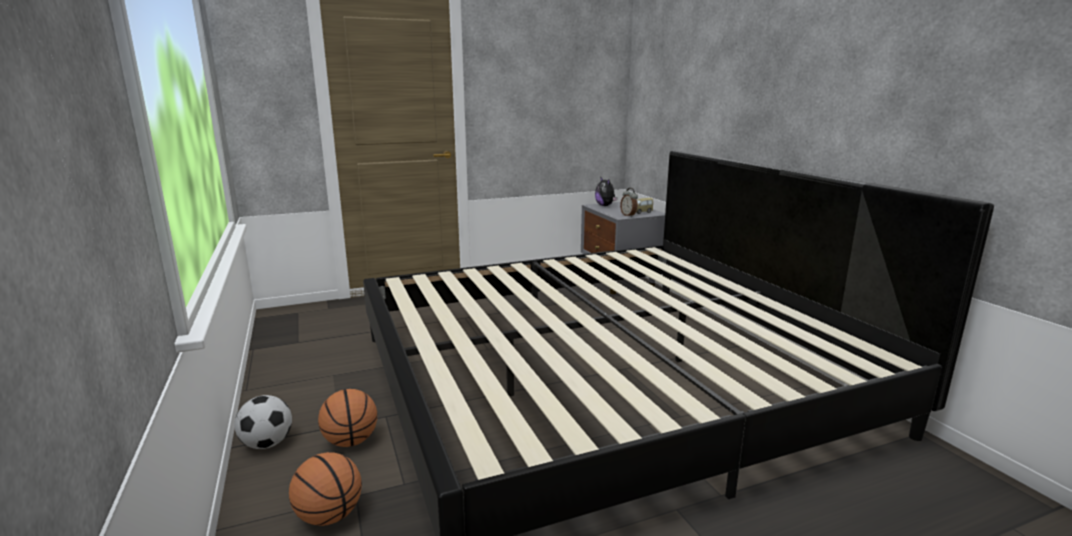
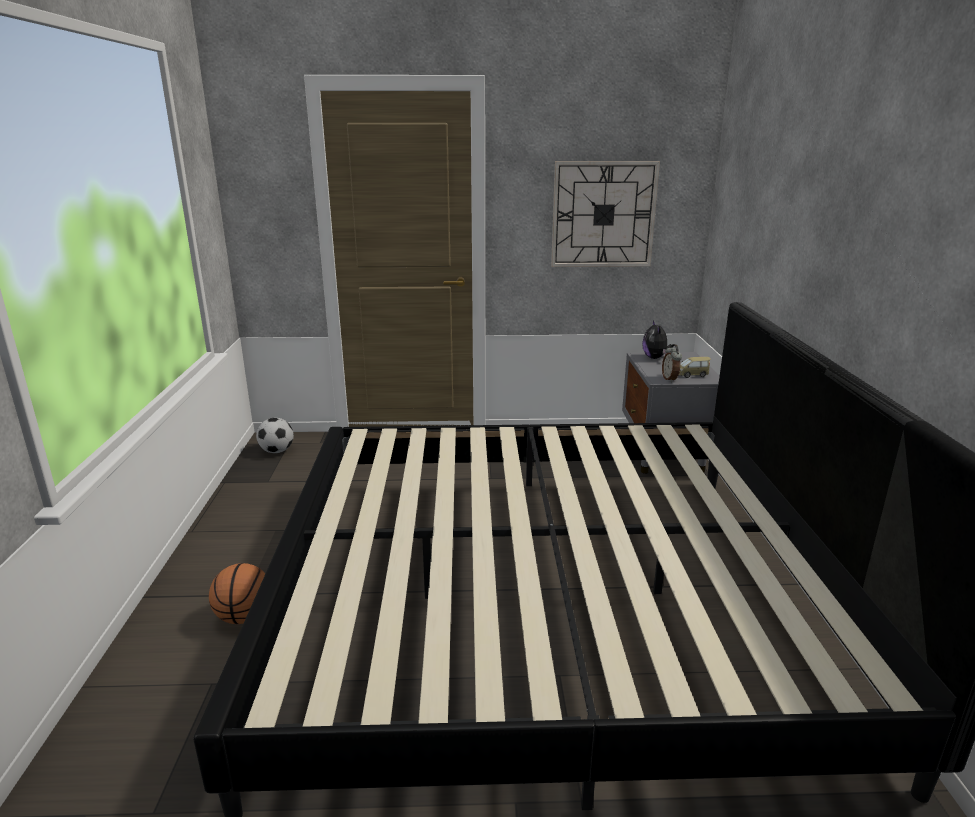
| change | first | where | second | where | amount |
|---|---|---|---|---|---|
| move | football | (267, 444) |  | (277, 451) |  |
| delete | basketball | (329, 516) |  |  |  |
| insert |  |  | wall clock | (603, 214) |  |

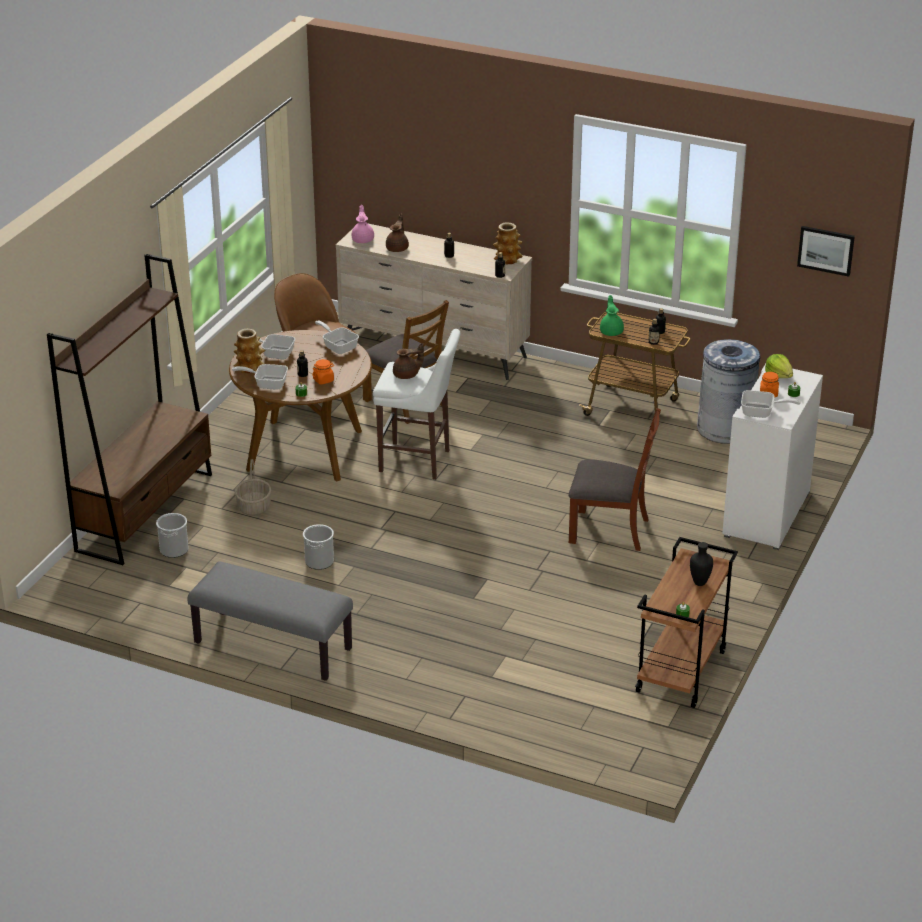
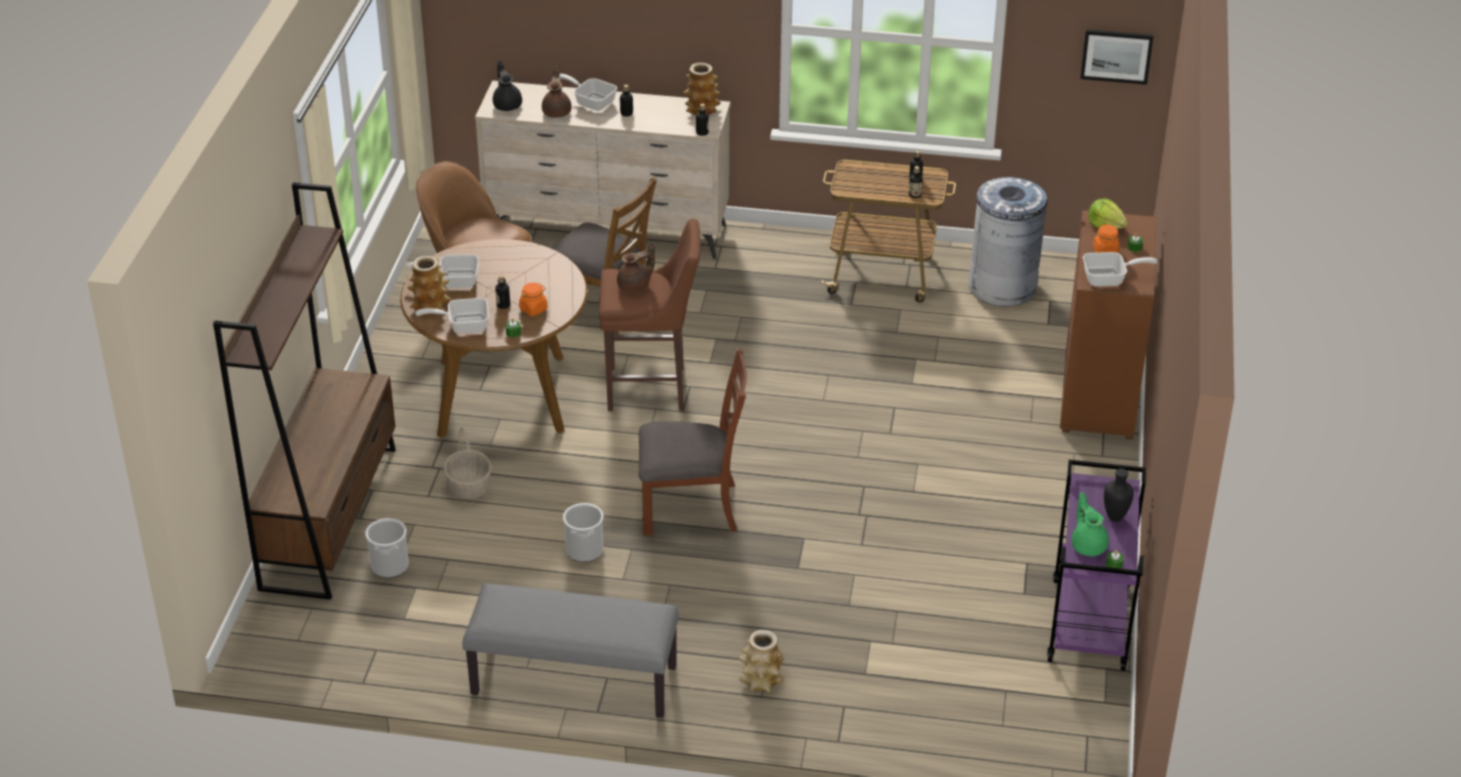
| change | first | where | second | where | amount |
|---|---|---|---|---|---|
| recolor | pink teapot | (363, 239) | black teapot | (507, 105) |  |
| move | green teapot | (611, 331) |  | (1088, 545) |  |
| move | frying pan | (338, 346) |  | (591, 102) |  |
| recolor | white stool | (418, 461) | brown stool | (651, 389) |  |
| recolor | white cabinet | (767, 514) | brown cabinet | (1100, 394) |  |
| move | brown chair | (610, 530) |  | (691, 507) |  |
| recolor | brown cart | (681, 672) | purple cart | (1089, 625) |  |
| insert |  |  | vase | (761, 681) |  |

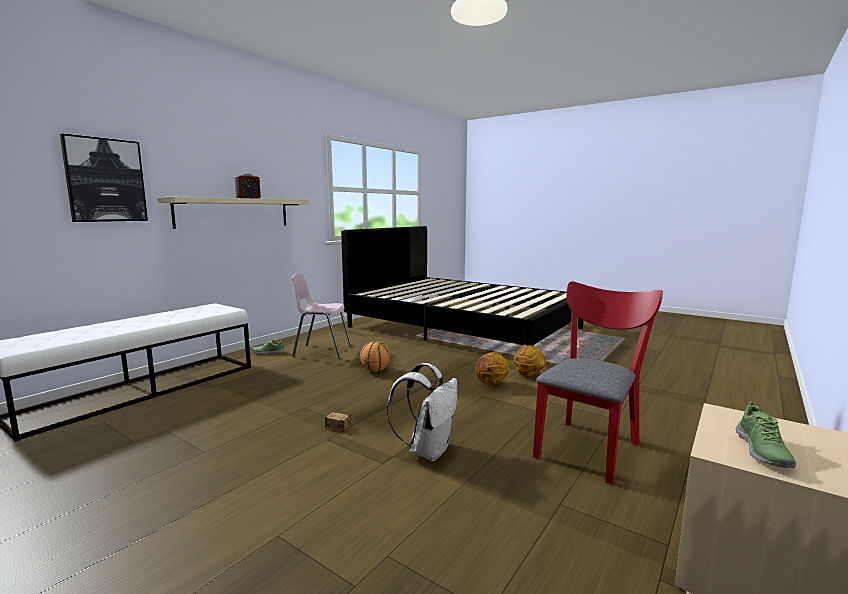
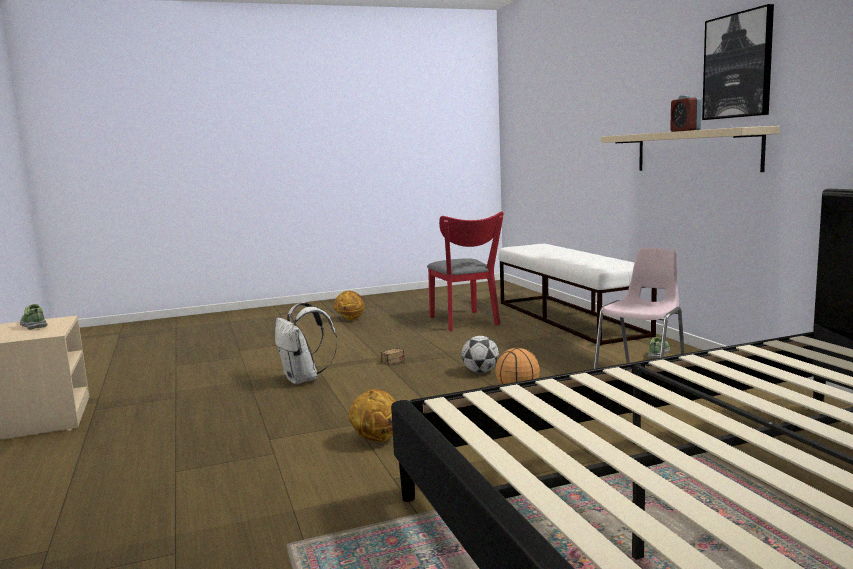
| change | first | where | second | where | amount |
|---|---|---|---|---|---|
| move | picture | (105, 180) |  | (738, 66) |  |
| move | red chair | (589, 446) |  | (465, 322) |  |
| move | basketball | (528, 375) |  | (350, 319) |  |
| insert |  |  | football | (480, 372) |  |

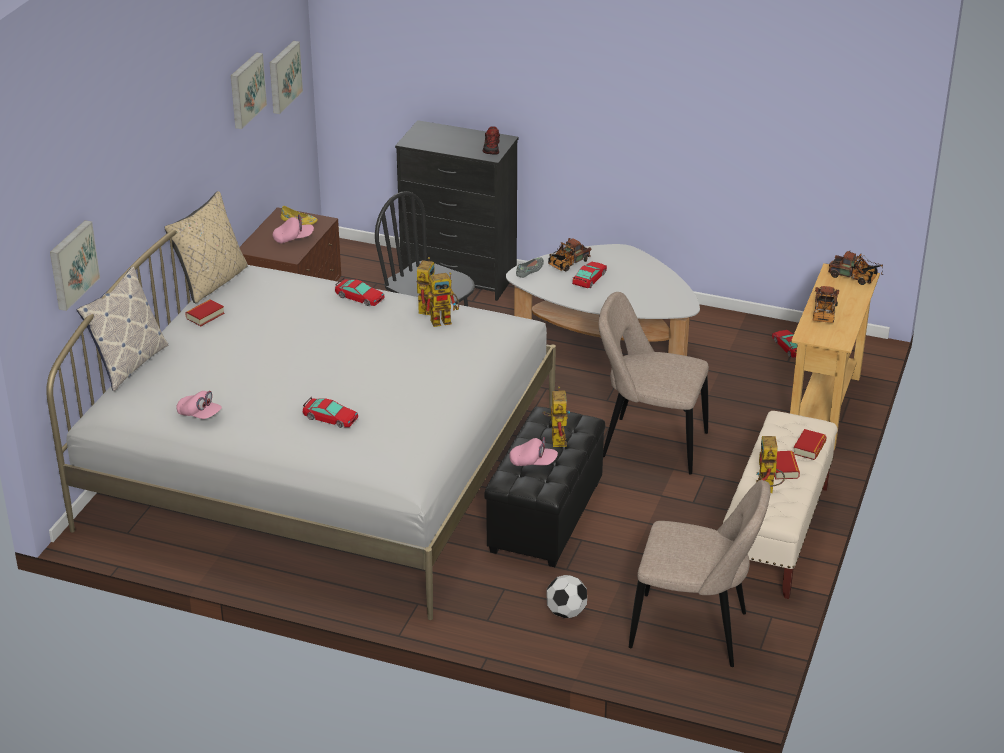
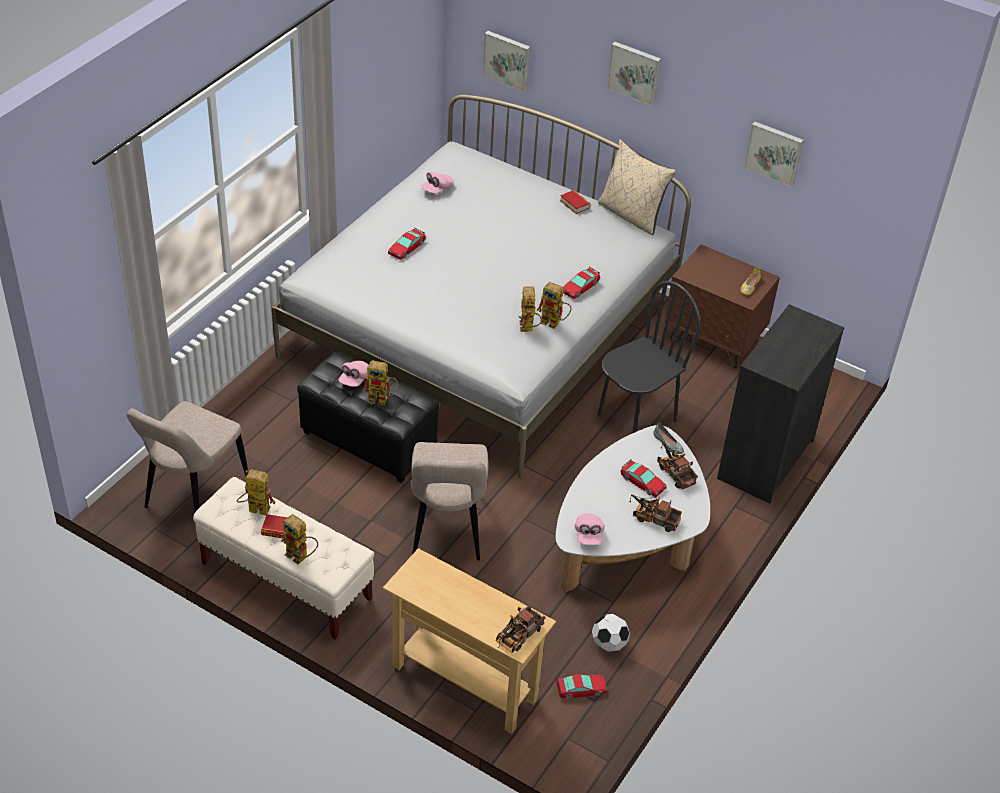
| change | first | where | second | where | amount |
|---|---|---|---|---|---|
| move | picture | (283, 76) |  | (635, 72) |  |
| delete | shoe | (492, 148) |  |  |  |
| move | pink cap | (293, 238) |  | (588, 535) |  |
| delete | pillow | (129, 364) |  |  |  |
| move | toy truck | (823, 315) |  | (653, 518) |  |
| rotate | beige chair | (649, 444) |  | (446, 531) | 150 degrees clockwise |
| replace | book | (809, 448) | toy robot | (301, 557) |  |
| move | football | (566, 612) |  | (609, 644) |  |

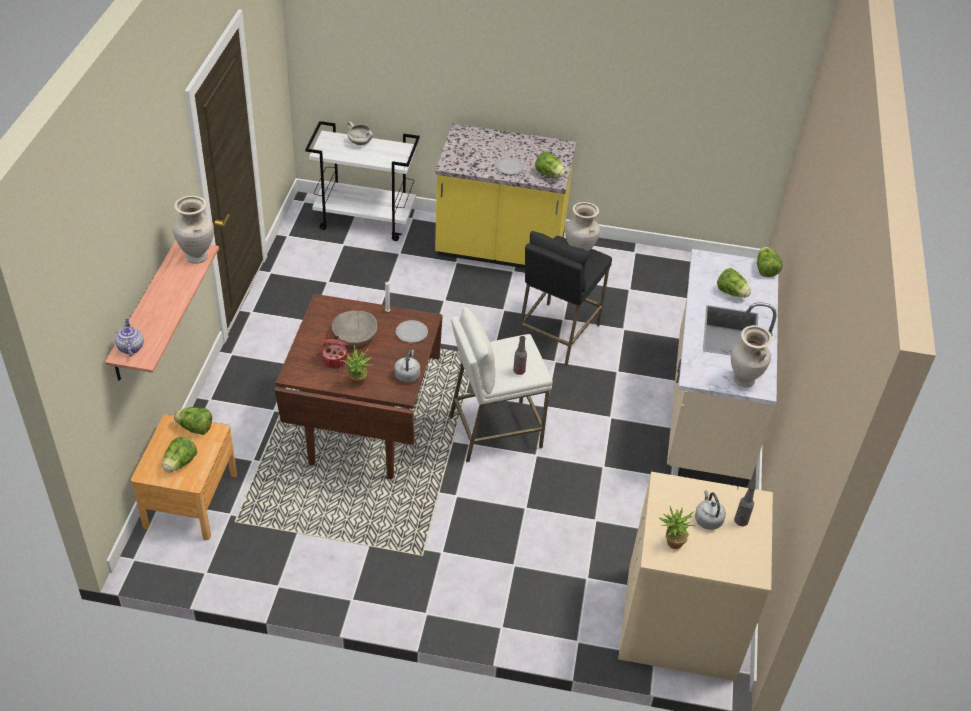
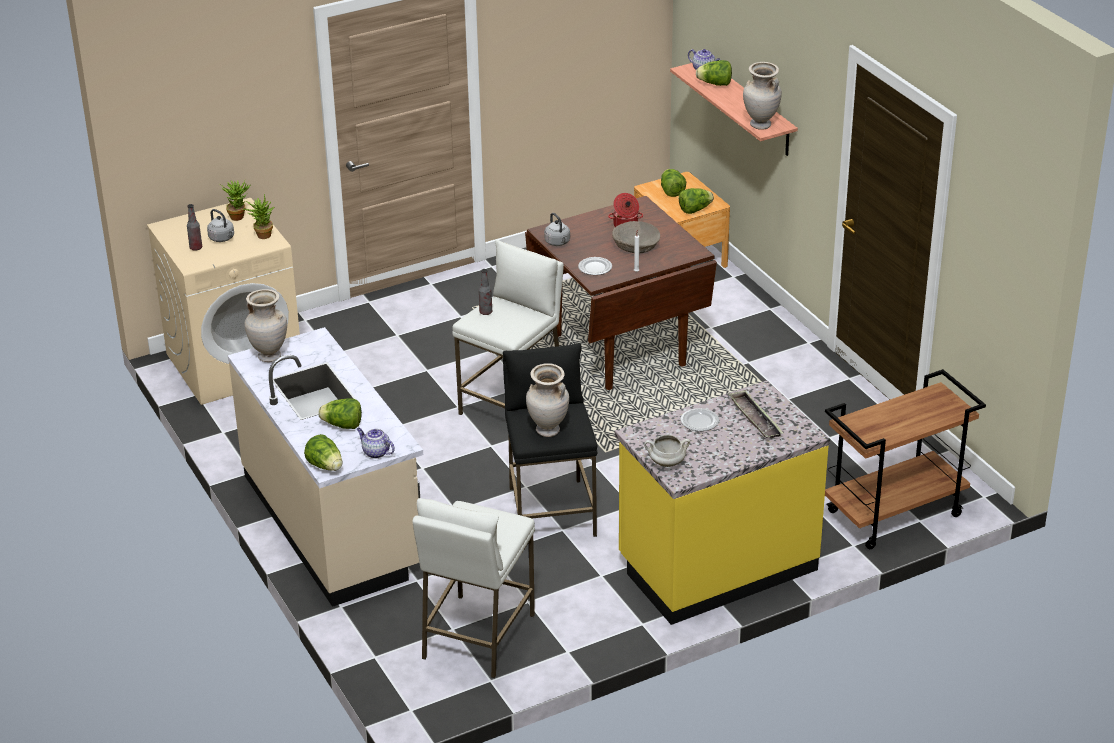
| change | first | where | second | where | amount |
|---|---|---|---|---|---|
| recolor | white cart | (366, 220) | brown cart | (894, 515) |  |
| move | white cooking pot | (361, 142) |  | (666, 463) |  |
| move | lettuce | (549, 174) |  | (715, 84) |  |
| move | potted plant | (358, 383) |  | (261, 234) |  |
| insert |  |  | tray | (755, 419) |  |
| insert |  |  | teapot | (375, 452) |  |
| insert |  |  | white stool | (477, 637) |  |

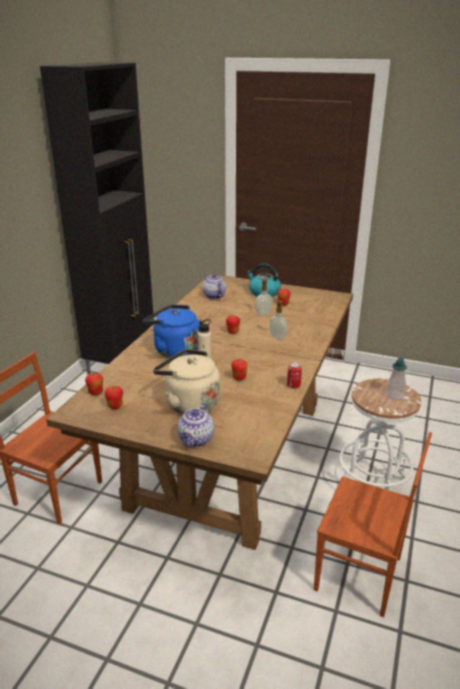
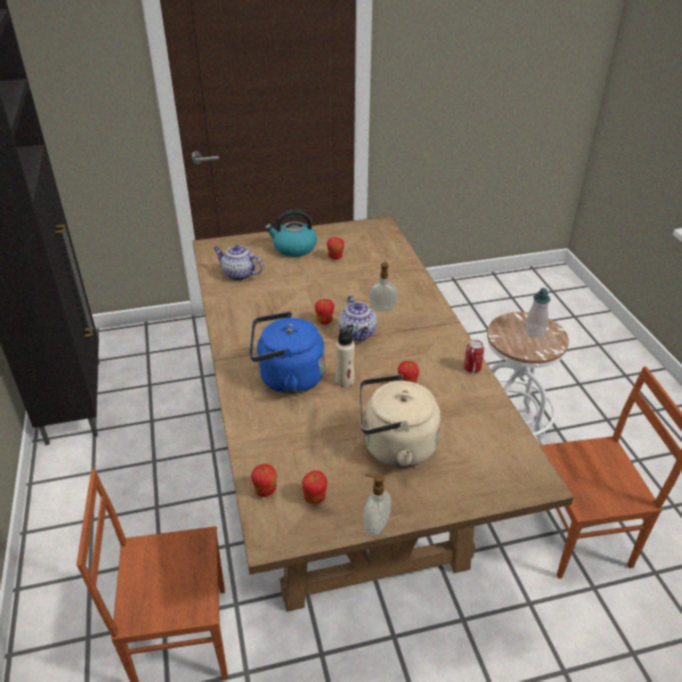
| change | first | where | second | where | amount |
|---|---|---|---|---|---|
| move | soap dispenser | (263, 313) |  | (375, 525) |  |
| move | teapot | (196, 440) |  | (358, 334) |  |

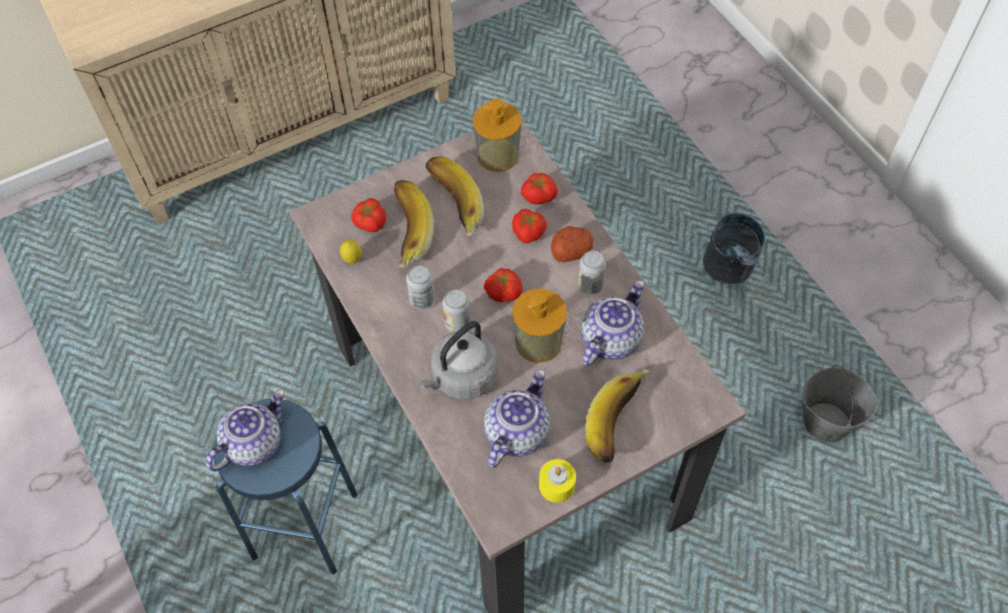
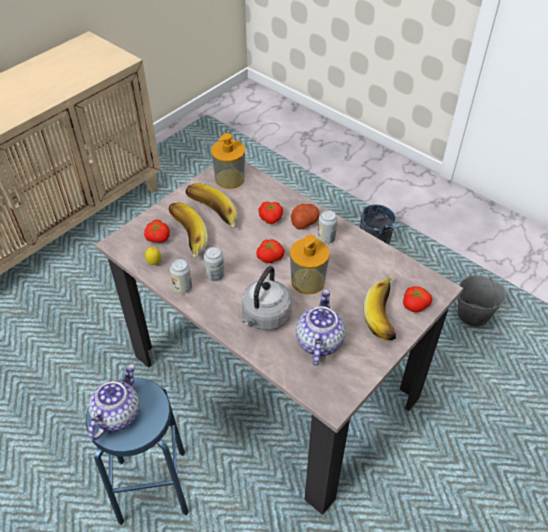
| change | first | where | second | where | amount |
|---|---|---|---|---|---|
| move | tomato | (539, 195) |  | (414, 304) |  |
| delete | teapot | (610, 339) |  |  |  |
| move | can | (457, 324) |  | (183, 288) |  |
| delete | yellow candle | (556, 485) |  |  |  |

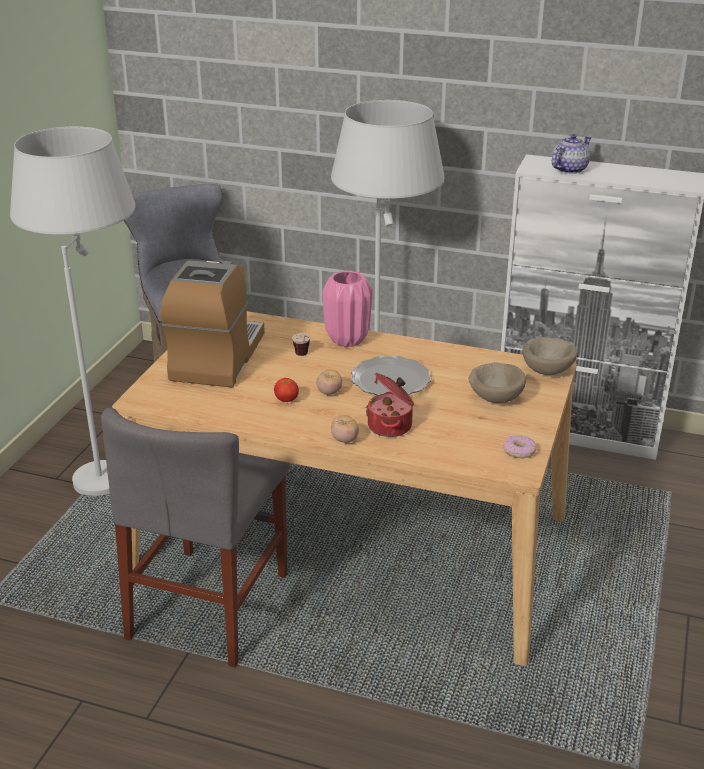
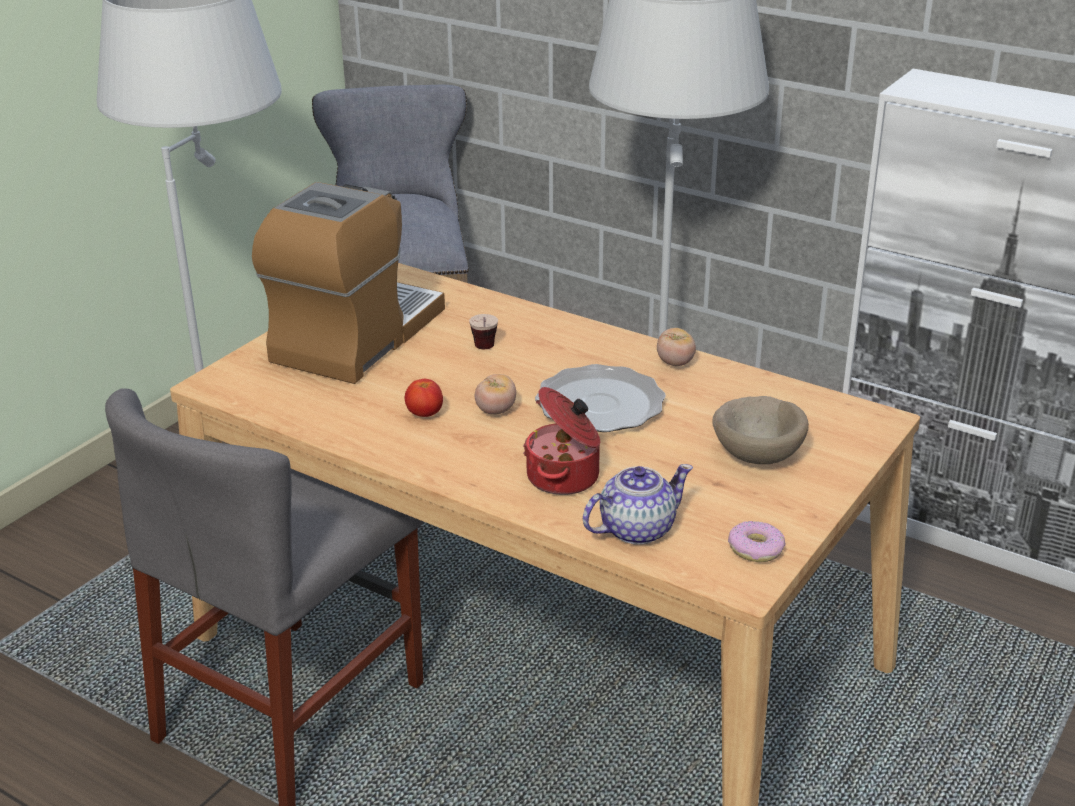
| change | first | where | second | where | amount |
|---|---|---|---|---|---|
| move | teapot | (568, 169) |  | (635, 529) |  |
| delete | pink vase | (347, 339) |  |  |  |
| delete | beige bowl | (548, 370) |  |  |  |
| move | tomato | (344, 439) |  | (675, 363) |  |

